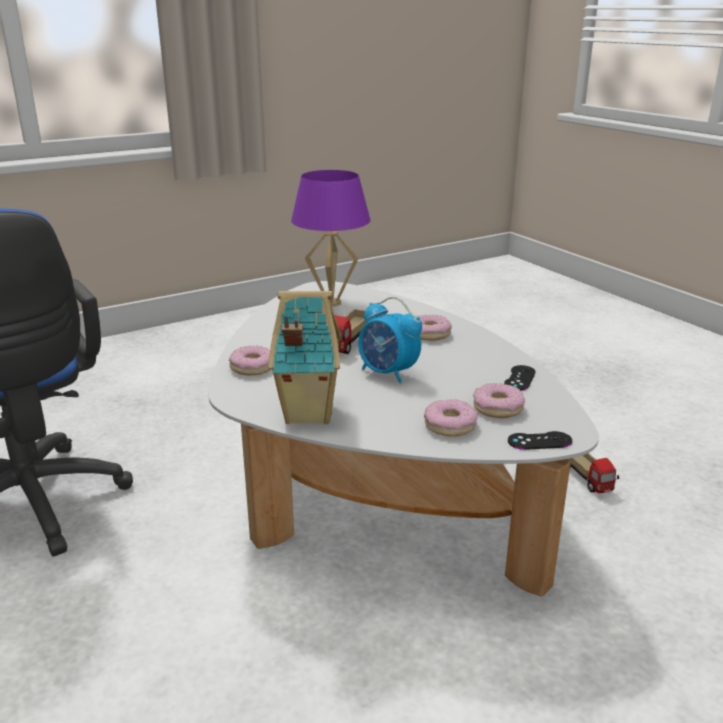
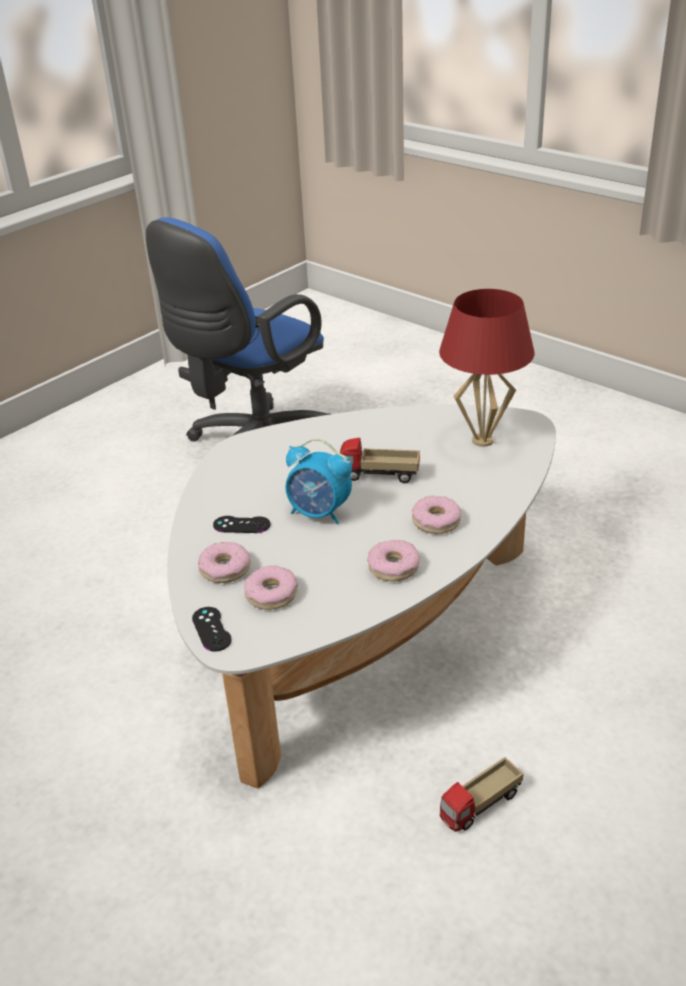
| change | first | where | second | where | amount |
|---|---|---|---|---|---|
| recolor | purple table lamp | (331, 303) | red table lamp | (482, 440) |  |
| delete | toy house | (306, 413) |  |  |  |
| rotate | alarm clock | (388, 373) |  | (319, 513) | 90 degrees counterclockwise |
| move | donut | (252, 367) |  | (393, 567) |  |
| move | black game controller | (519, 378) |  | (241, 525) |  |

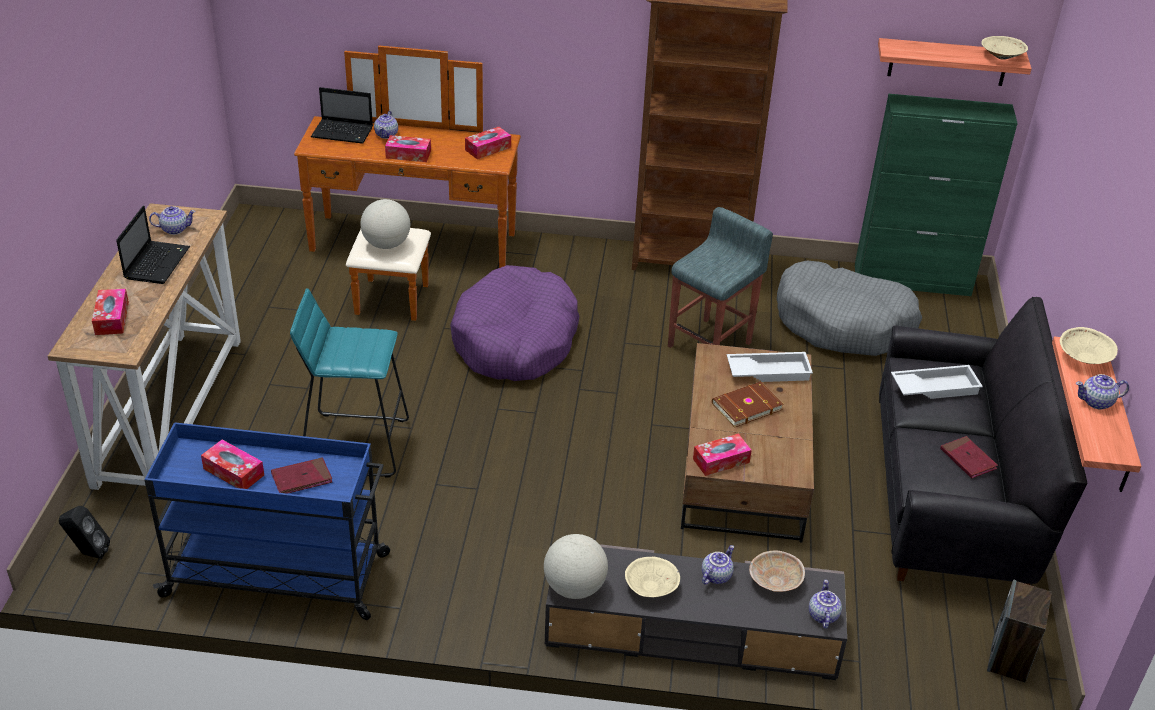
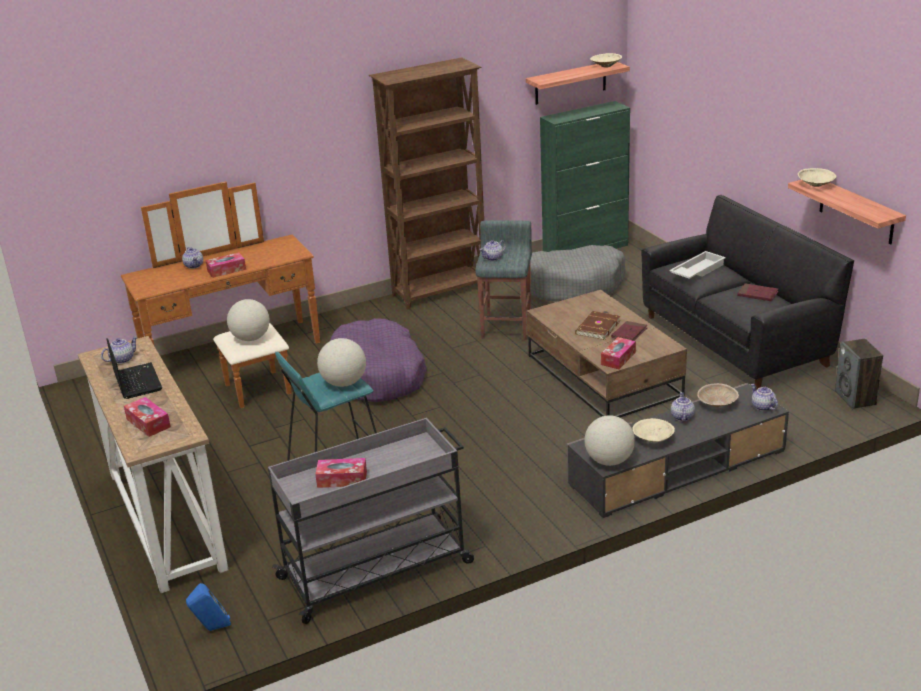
| change | first | where | second | where | amount |
|---|---|---|---|---|---|
| delete | laptop | (343, 132) |  |  |  |
| delete | tissue box | (488, 148) |  |  |  |
| delete | white tray | (768, 371) |  |  |  |
| move | teapot | (1097, 402) |  | (493, 258) |  |
| recolor | blue cart | (279, 575) | grey cart | (377, 570) |  |
| move | red book | (302, 478) |  | (629, 333) |  |
| recolor | black speaker | (88, 553) | blue speaker | (212, 629) |  |
| insert |  |  | globe | (344, 383) |  |

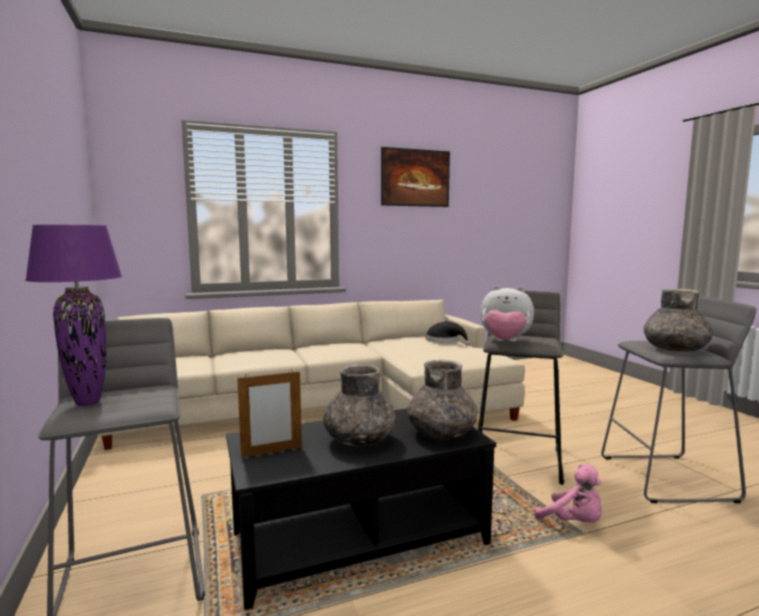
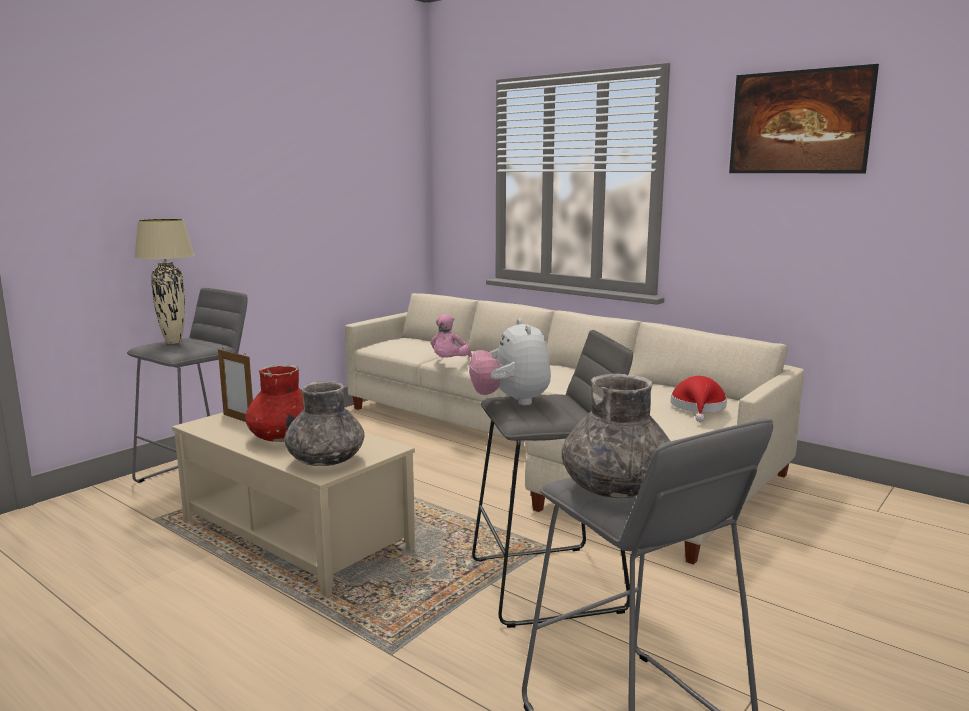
| change | first | where | second | where | amount |
|---|---|---|---|---|---|
| recolor | purple table lamp | (88, 402) | beige table lamp | (173, 342) |  |
| recolor | black hat | (444, 341) | red hat | (698, 407) |  |
| recolor | grey vase | (359, 440) | red vase | (282, 437) |  |
| recolor | black coffee table | (358, 537) | beige coffee table | (296, 534) |  |
| move | pink plush toy | (573, 522) |  | (449, 362) |  |

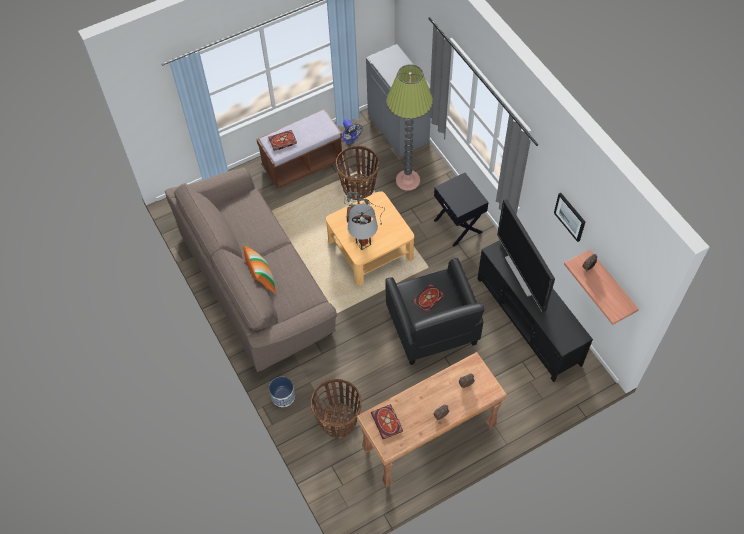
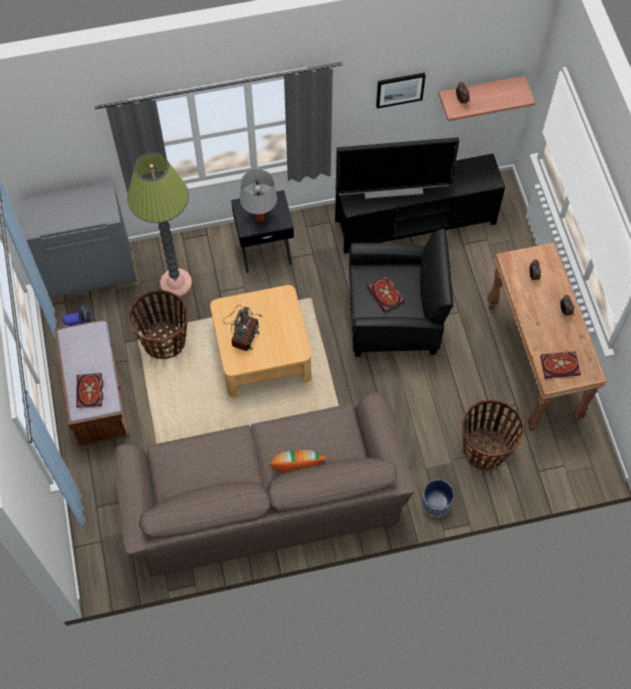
| change | first | where | second | where | amount |
|---|---|---|---|---|---|
| move | grey table lamp | (363, 243) |  | (260, 219) |  |

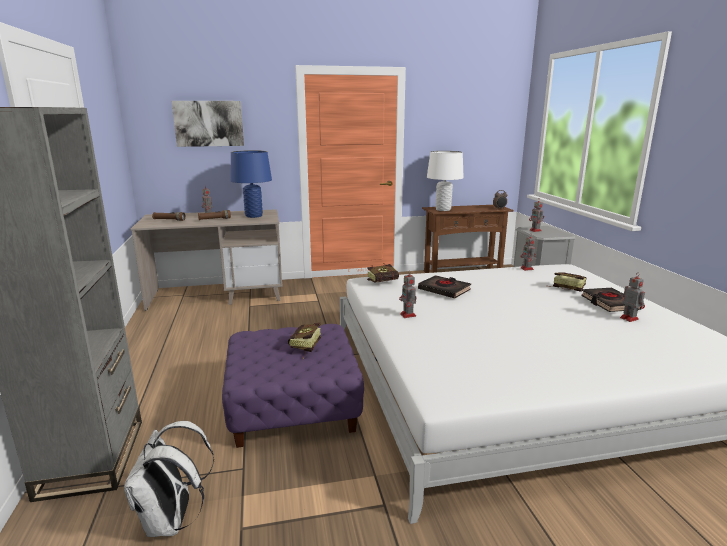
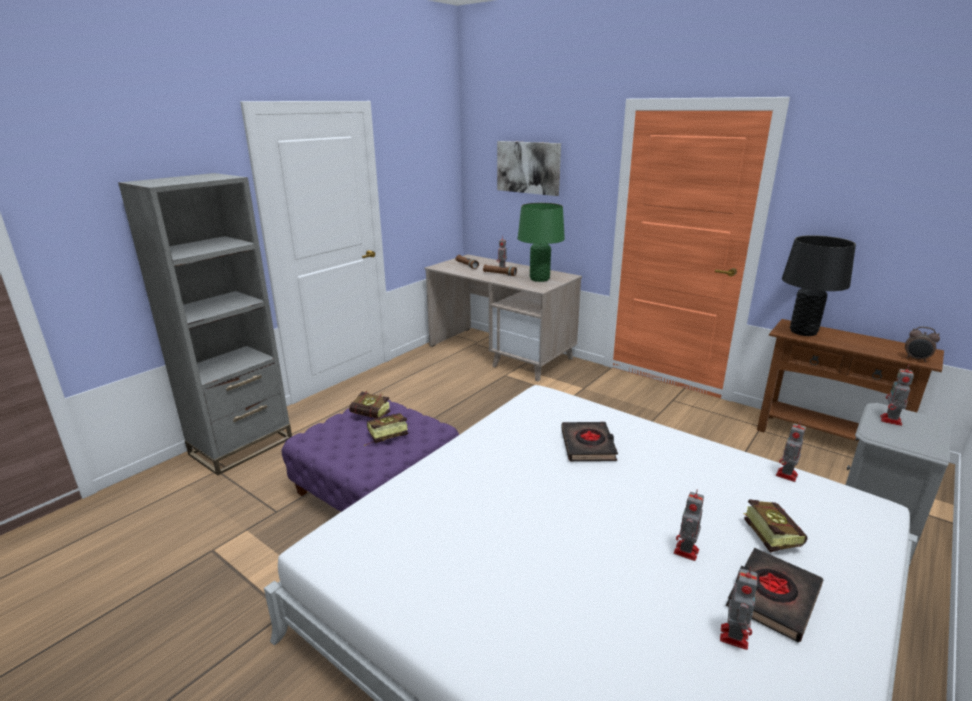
| change | first | where | second | where | amount |
|---|---|---|---|---|---|
| recolor | blue table lamp | (253, 216) | green table lamp | (539, 279) |  |
| recolor | white table lamp | (443, 209) | black table lamp | (803, 332) |  |
| move | book | (385, 282) |  | (374, 417) |  |
| move | toy robot | (408, 315) |  | (686, 552) |  |
| delete | white backpack | (172, 521) |  |  |  |

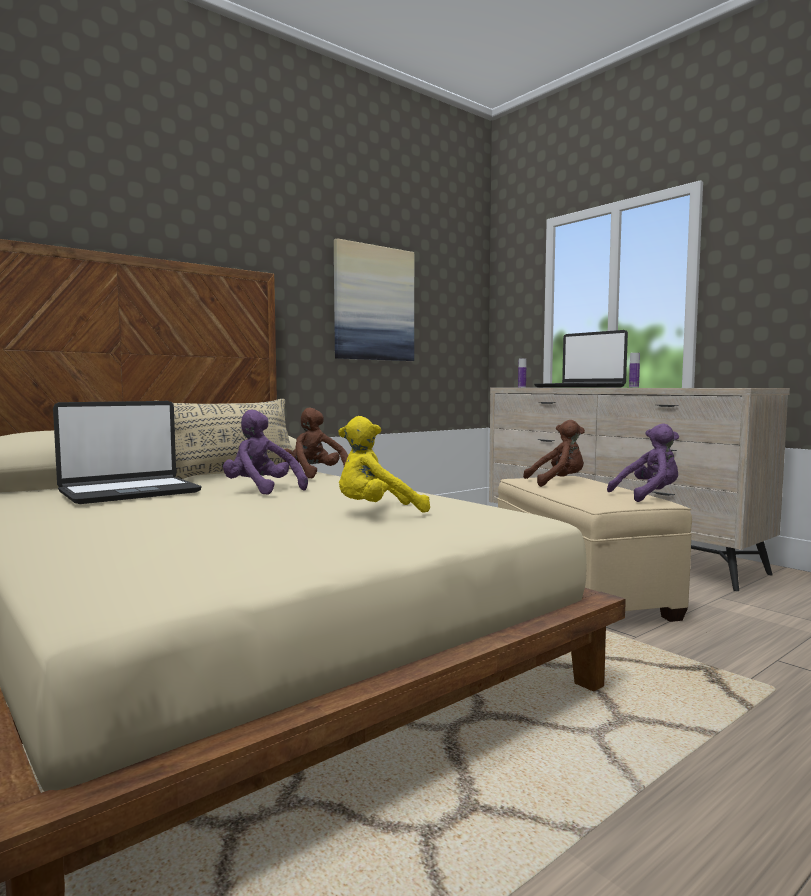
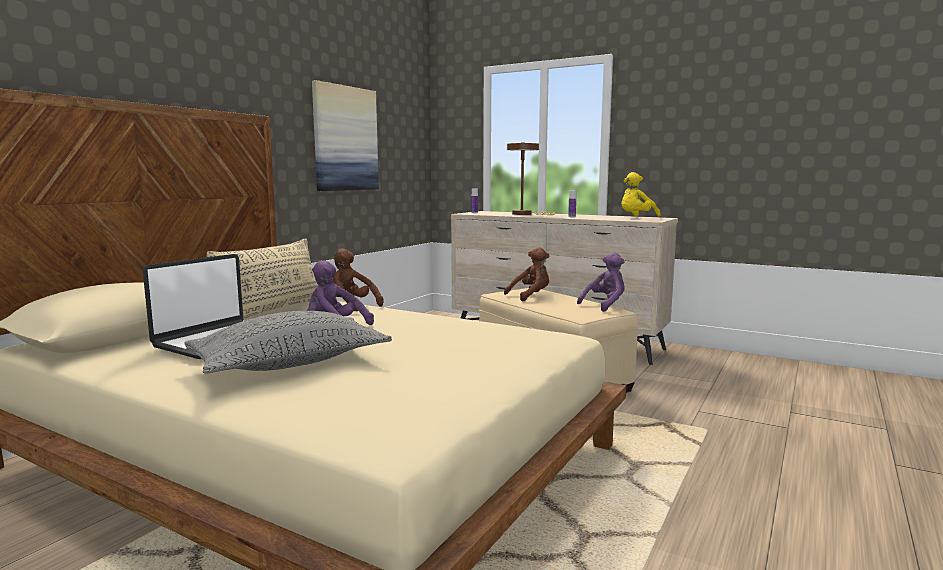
| change | first | where | second | where | amount |
|---|---|---|---|---|---|
| replace | laptop | (580, 387) | brown table lamp | (525, 214) |  |
| move | yellow plush toy | (377, 512) |  | (636, 218) |  |
| insert |  |  | grey pillow | (291, 364) |  |

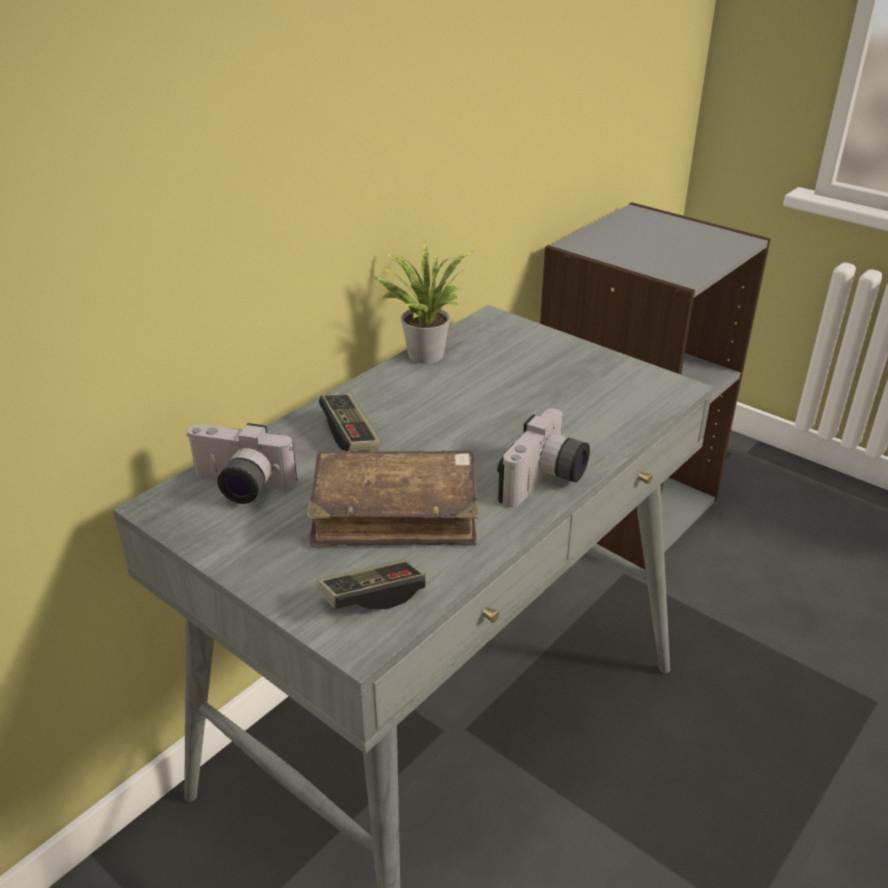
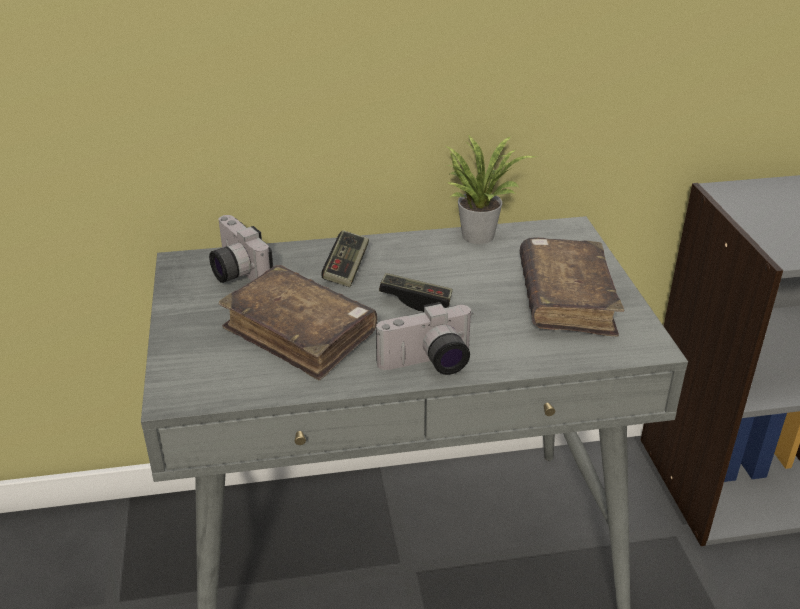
| change | first | where | second | where | amount |
|---|---|---|---|---|---|
| move | game controller | (372, 597) |  | (416, 301) |  |
| insert |  |  | brown book | (566, 300) |  |

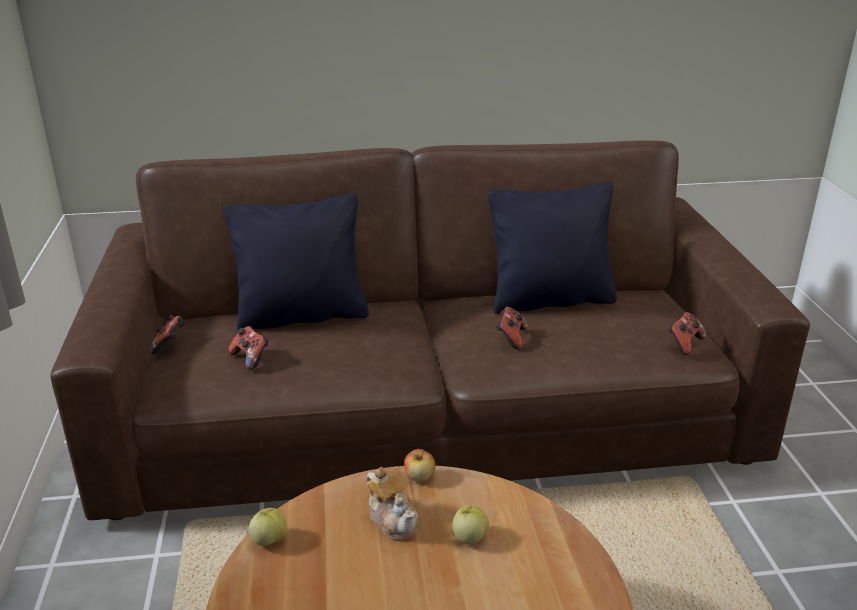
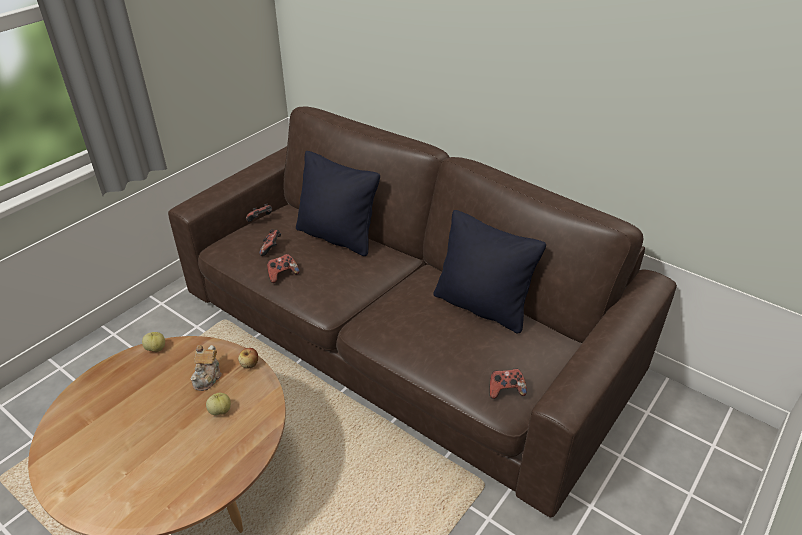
| change | first | where | second | where | amount |
|---|---|---|---|---|---|
| move | game controller | (511, 338) |  | (282, 274) |  |

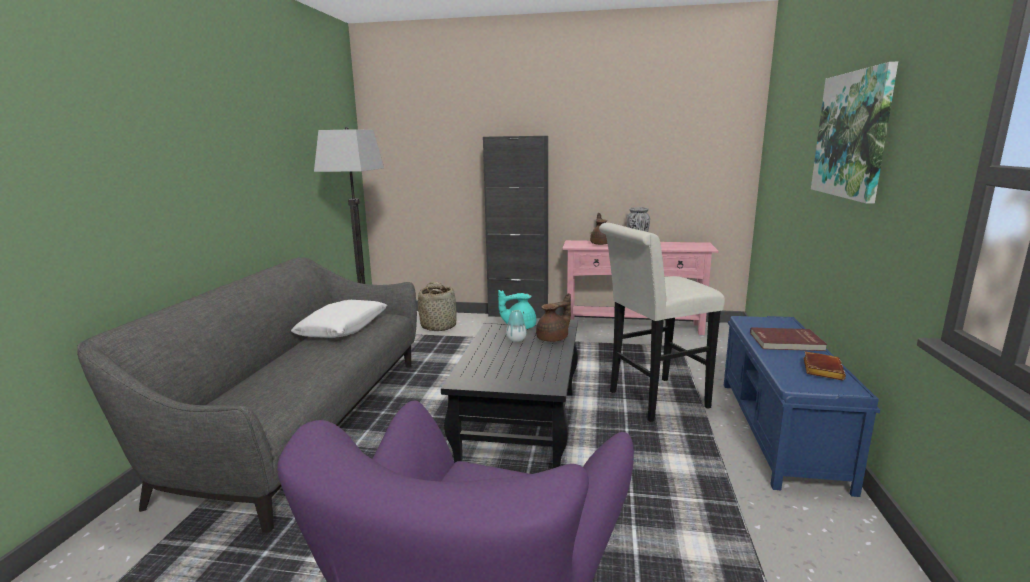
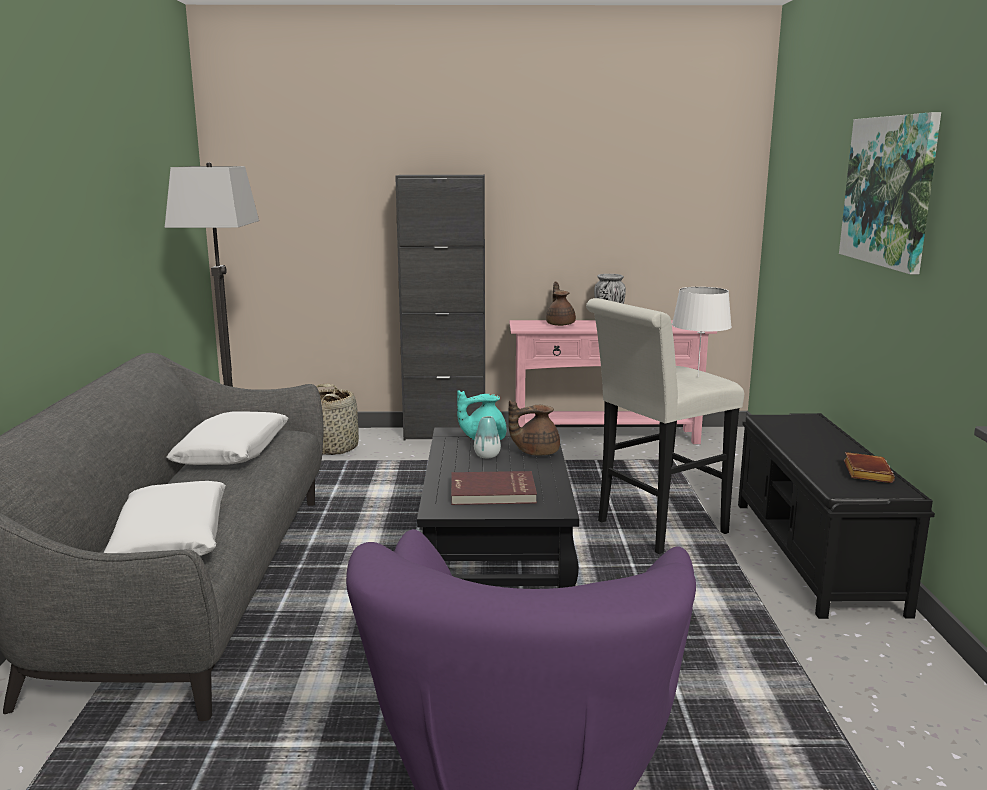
| change | first | where | second | where | amount |
|---|---|---|---|---|---|
| rotate | brown teapot | (554, 338) |  | (535, 452) | 150 degrees counterclockwise |
| recolor | blue bench | (779, 431) | black bench | (815, 555) |  |
| move | red book | (786, 342) |  | (492, 492) |  |
| insert |  |  | white table lamp | (698, 377) |  |
| insert |  |  | white pillow | (172, 539) |  |

